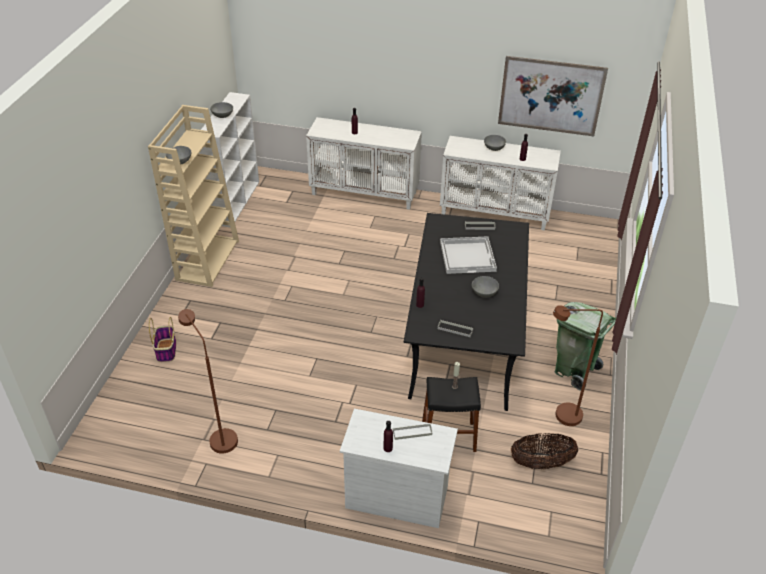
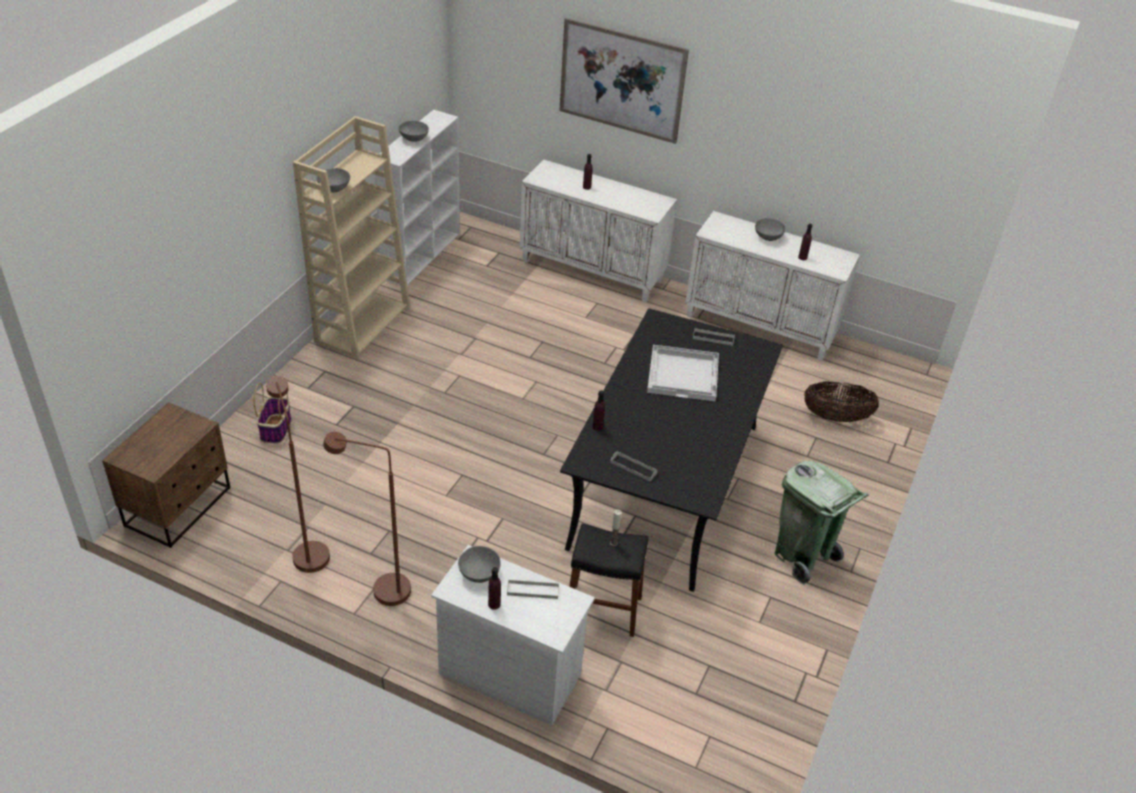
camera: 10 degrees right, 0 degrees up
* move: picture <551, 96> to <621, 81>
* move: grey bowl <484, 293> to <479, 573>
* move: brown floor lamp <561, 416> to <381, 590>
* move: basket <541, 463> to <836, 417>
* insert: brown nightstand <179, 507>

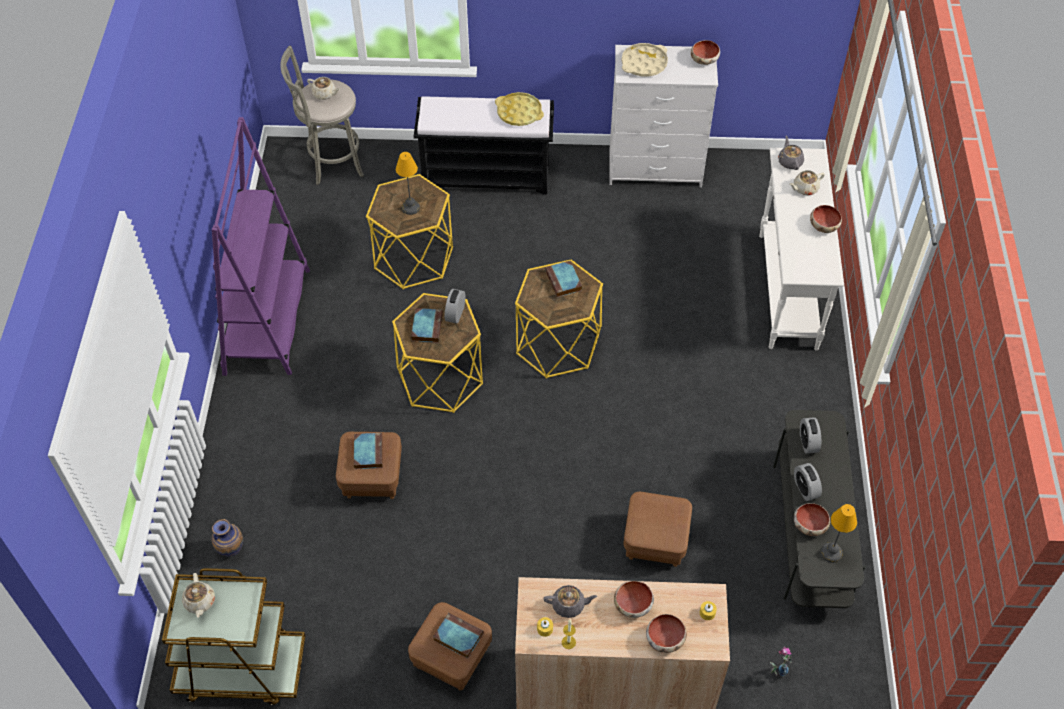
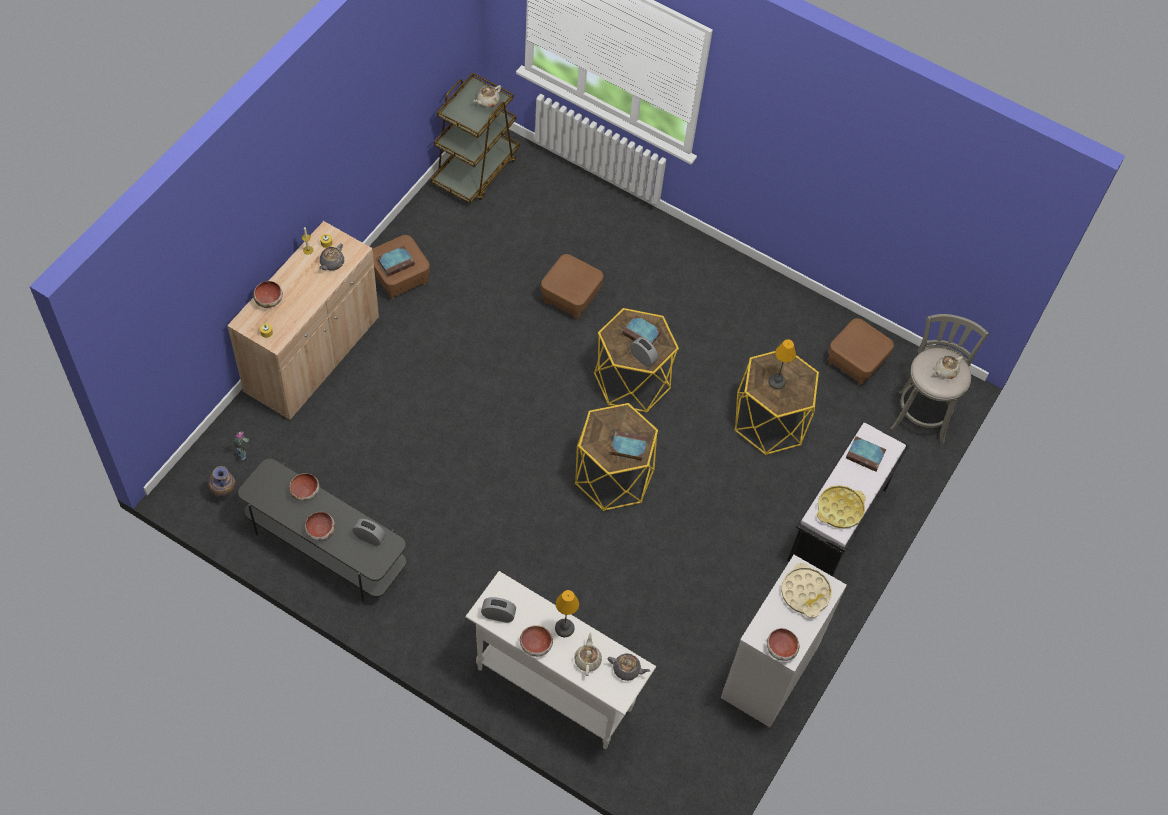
camera: 115 degrees right, 5 degrees up
* delete: purple bookcase <267, 321>
* move: book <368, 452> to <866, 455>
* move: alarm clock <805, 489> to <498, 615>
* move: brown ottoman <655, 541> to <855, 362>
* move: table lamp <831, 552> to <564, 628>
* move: vase <231, 550> to <225, 493>
* rotate: beige teapot <200, 602> = <487, 101> 60 degrees counterclockwise
* move: bowl <633, 604> to <321, 531>

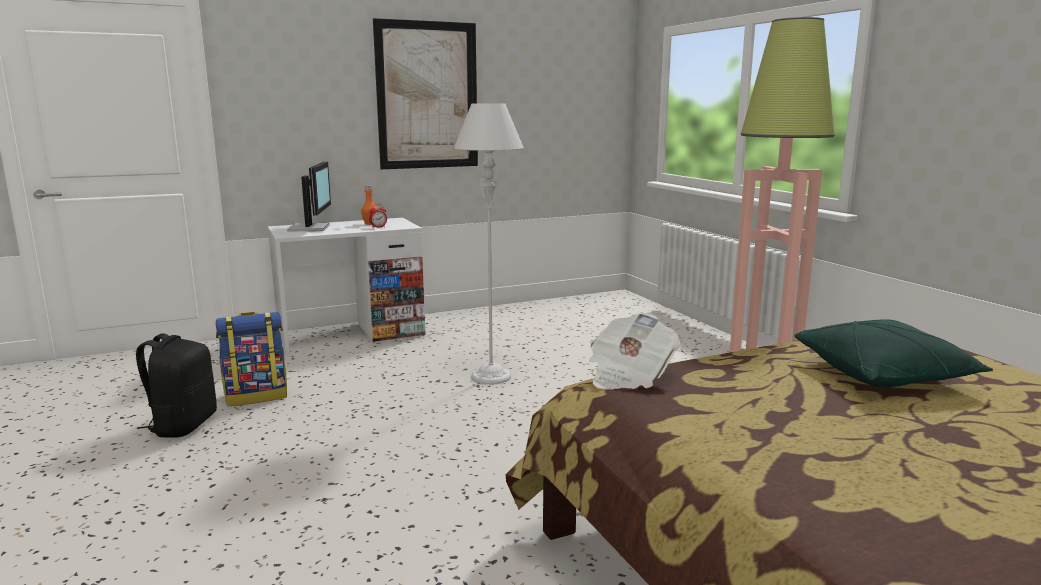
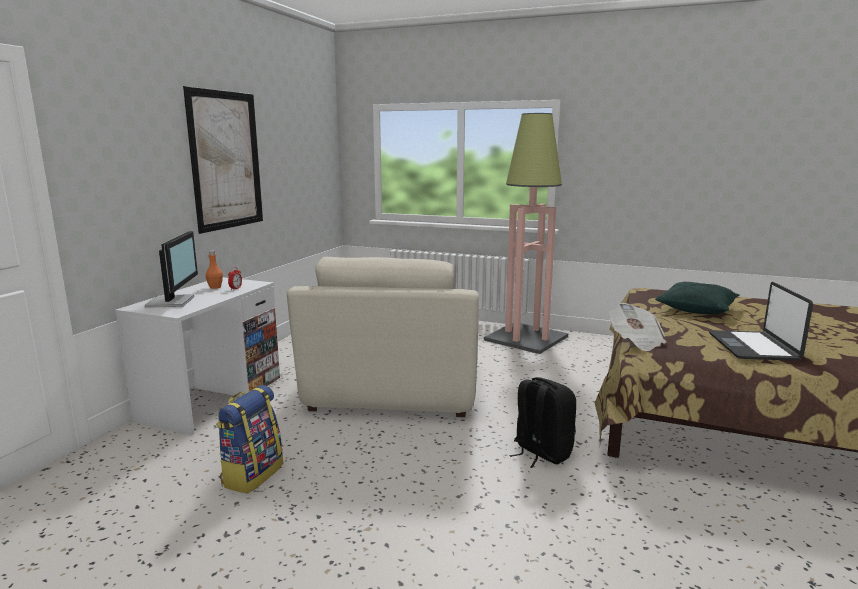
camera: 45 degrees left, 0 degrees up
* replace: grey floor lamp <491, 376> to beige armchair <394, 389>
* rotate: monitor <311, 228> = <173, 301> 45 degrees clockwise
* move: black backpack <182, 425> to <541, 453>
* insert: laptop <753, 347>

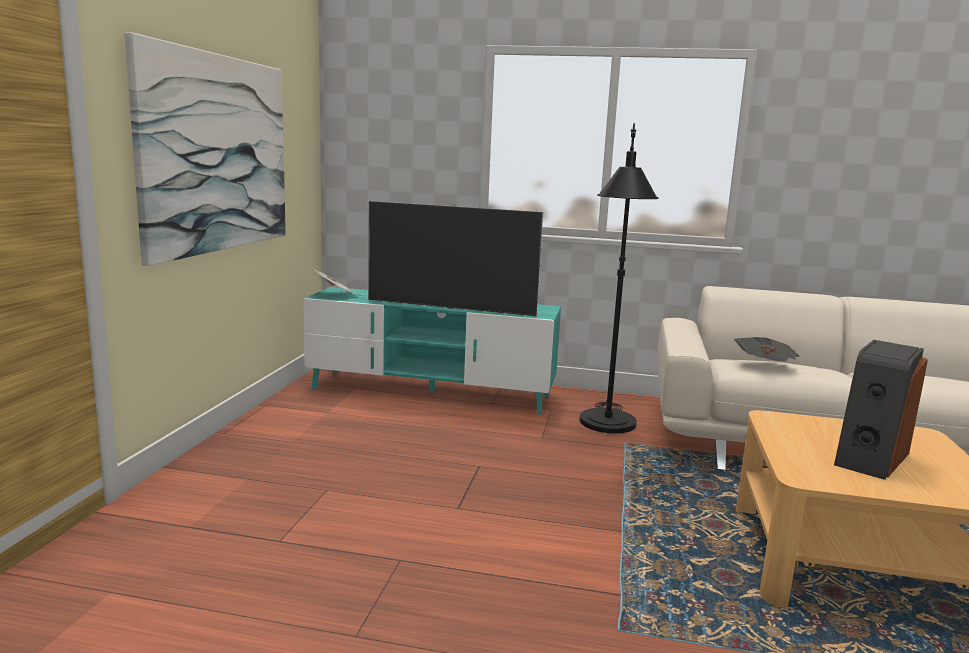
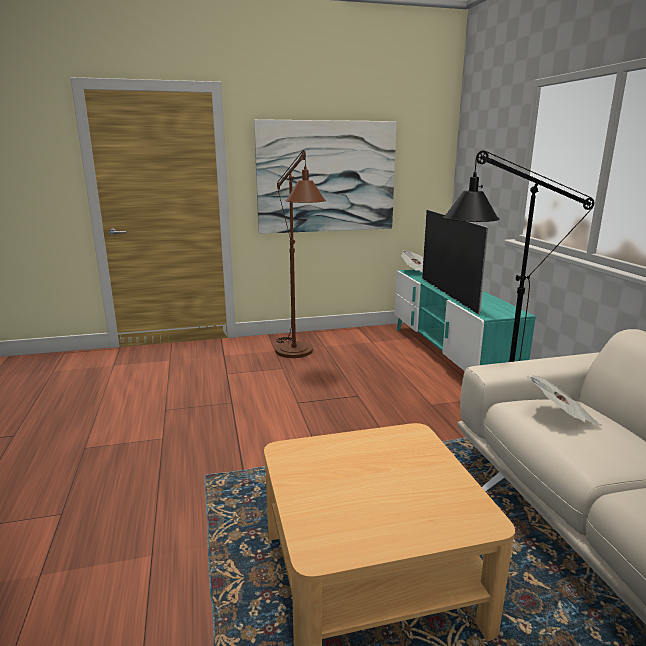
camera: 65 degrees right, 5 degrees up
* delete: speaker <870, 458>
* insert: brown floor lamp <297, 355>

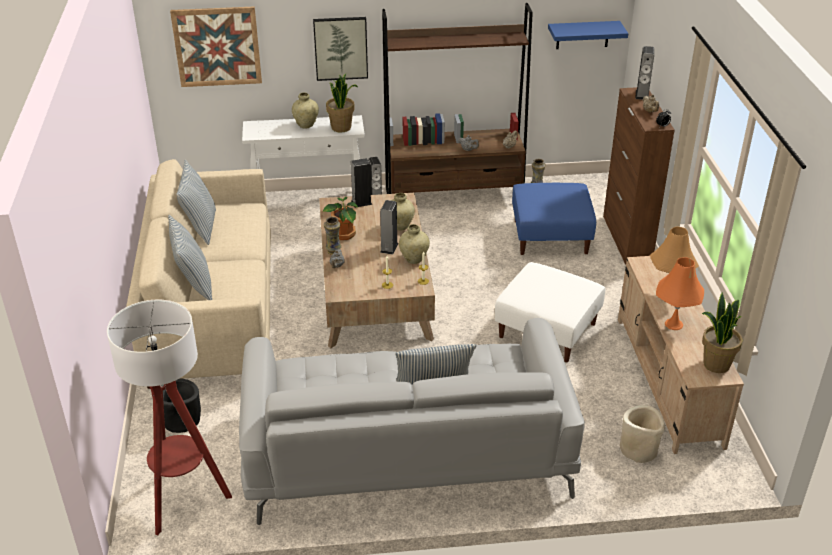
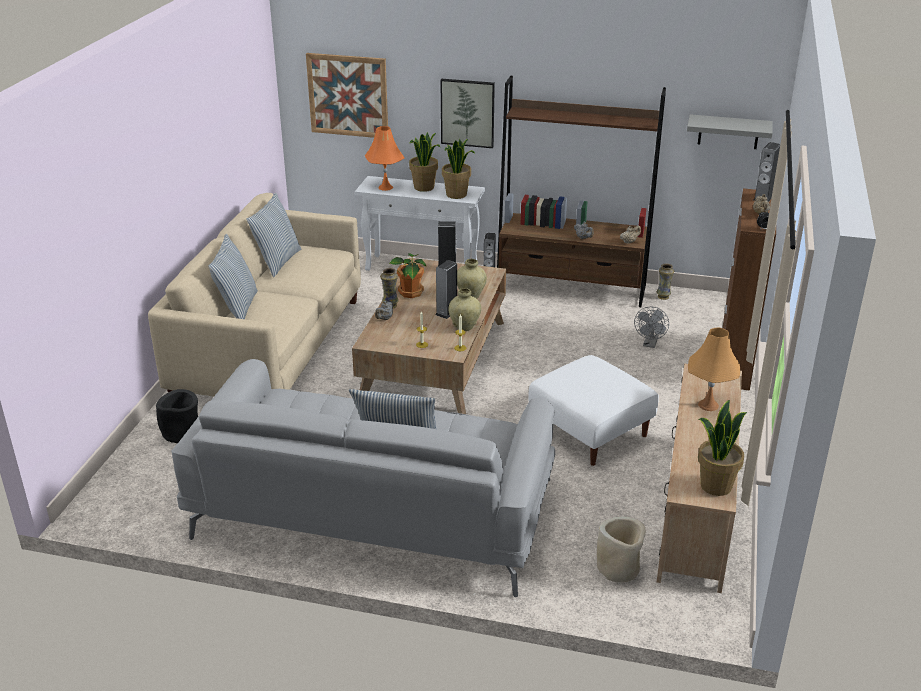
camera: 20 degrees right, 5 degrees down
* recolor: blue shelf <582, 35> to grey shelf <728, 132>
* replace: beige vase <306, 125> to potted plant <424, 187>
* replace: blue ottoman <550, 236> to grey fan <650, 344>
* move: orange table lamp <674, 324> to <386, 187>
* delete: floor lamp <184, 500>

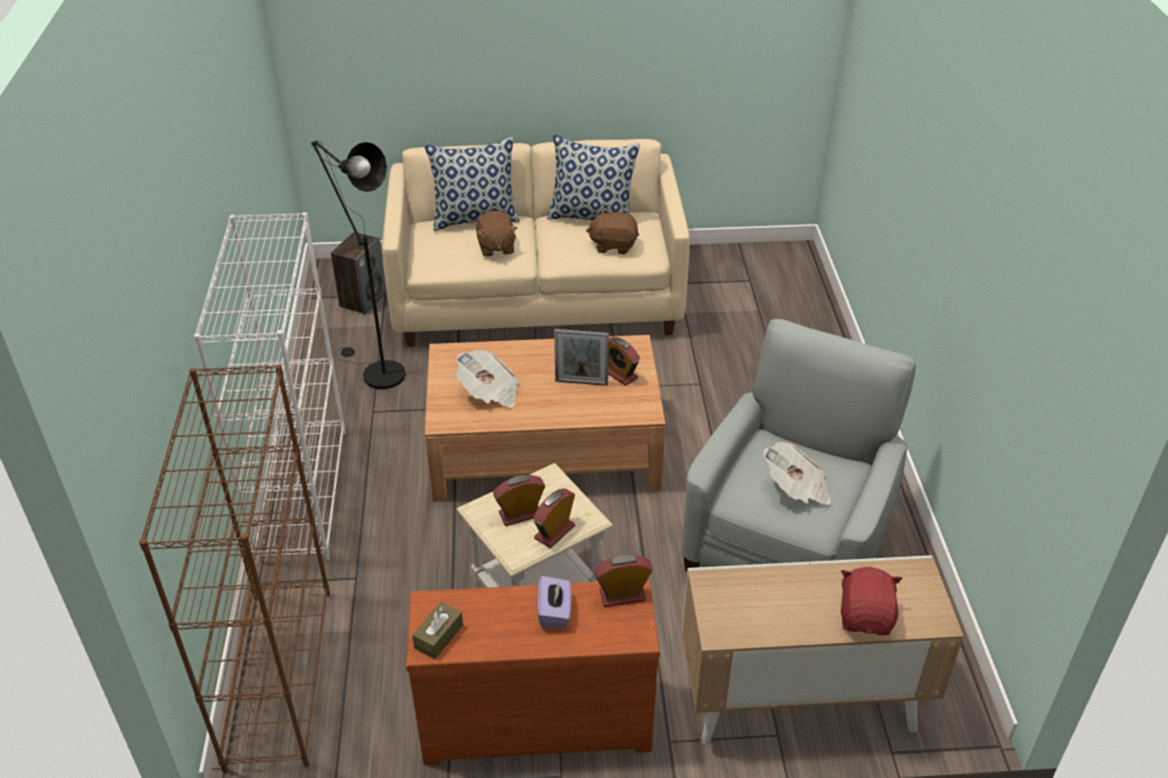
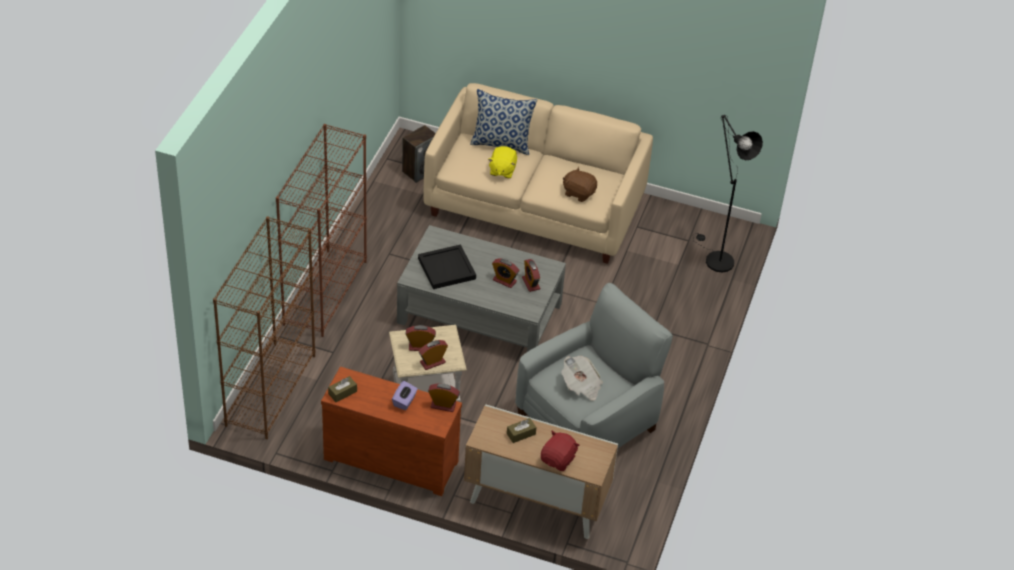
camera: 20 degrees right, 5 degrees up
* delete: pillow <592, 217>
* move: black floor lamp <377, 372> to <715, 258>
* recolor: brown plush toy <496, 247> to yellow plush toy <502, 170>
* recolor: white bookcase <302, 493> to brown bookcase <325, 292>
* replace: picture frame <581, 382> to alarm clock <504, 281>
* recolor: brown coffee table <546, 448> to grey coffee table <480, 313>
* replace: newspaper <489, 392> to black tray <447, 269>
* insert: brown tissue box <521, 434>

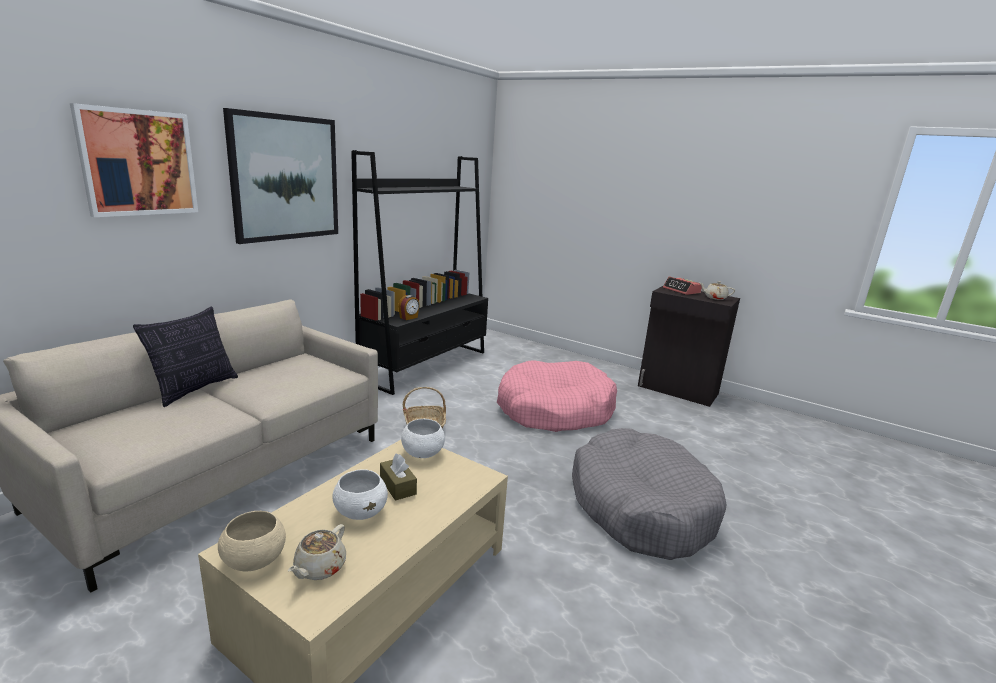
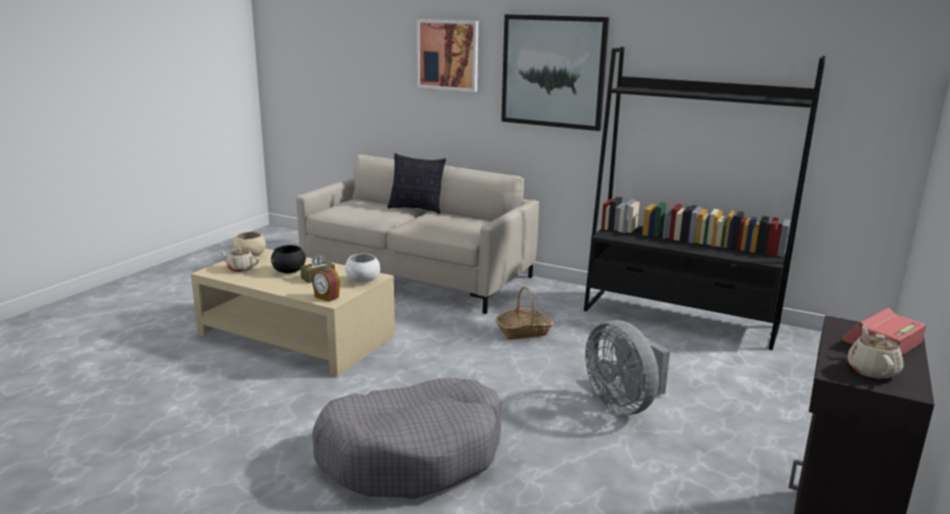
camera: 85 degrees right, 0 degrees up
* move: alarm clock <409, 318> to <326, 297>
* replace: pink dog bed <554, 410> to grey fan <623, 404>
* recolor: white bowl <361, 512> to black bowl <289, 271>

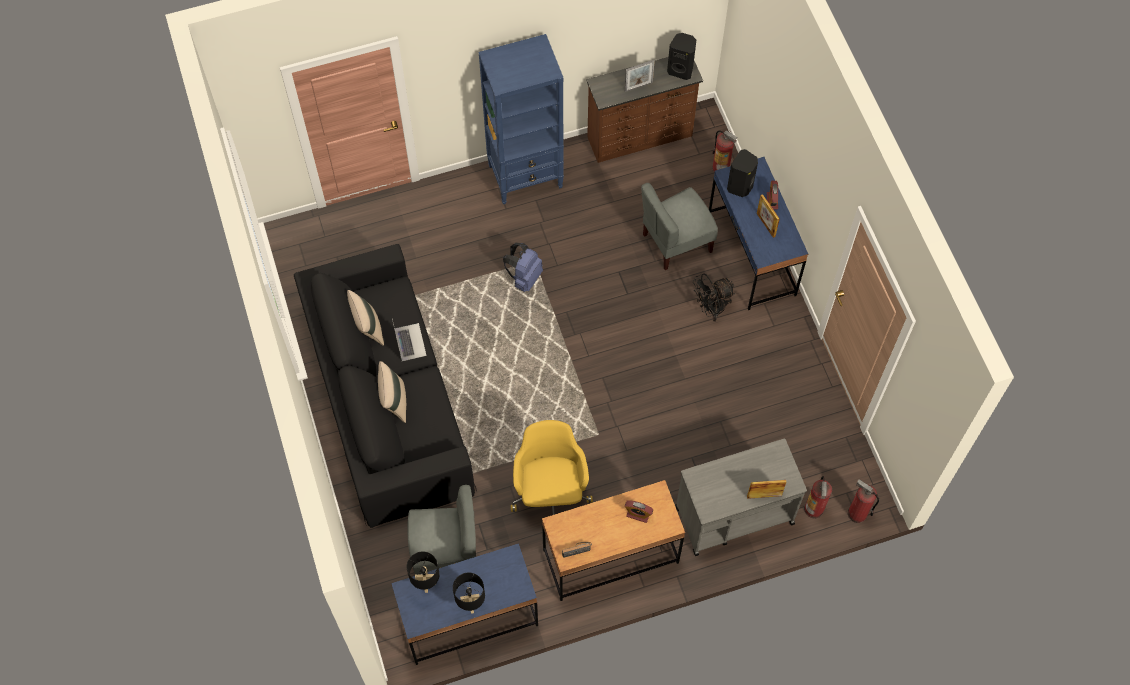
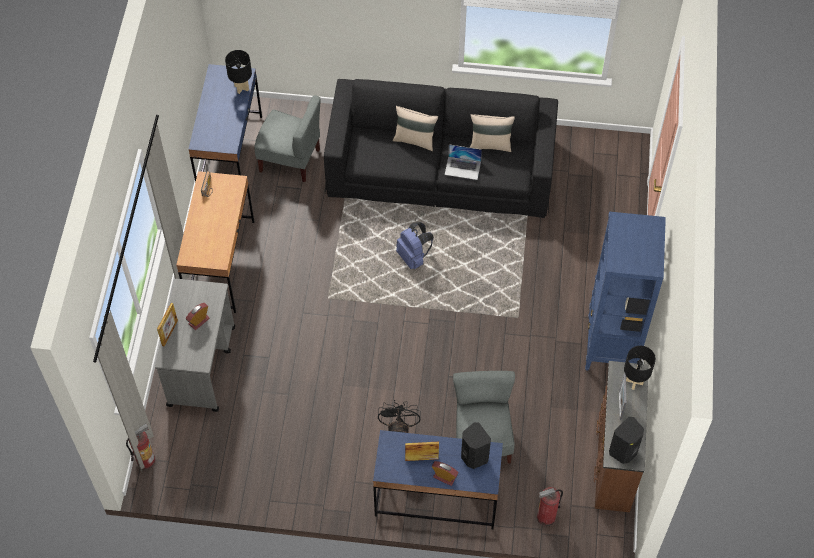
camera: 115 degrees right, 5 degrees down
* move: blue backpack <524, 277> to <413, 257>
* delete: yellow office chair <550, 492>
* delete: fire extinguisher <814, 509>
* rotate: grey chair <446, 552> = <290, 160> 90 degrees counterclockwise
* move: alarm clock <638, 514> to <199, 321>
* move: black table lamp <471, 604> to <634, 382>

